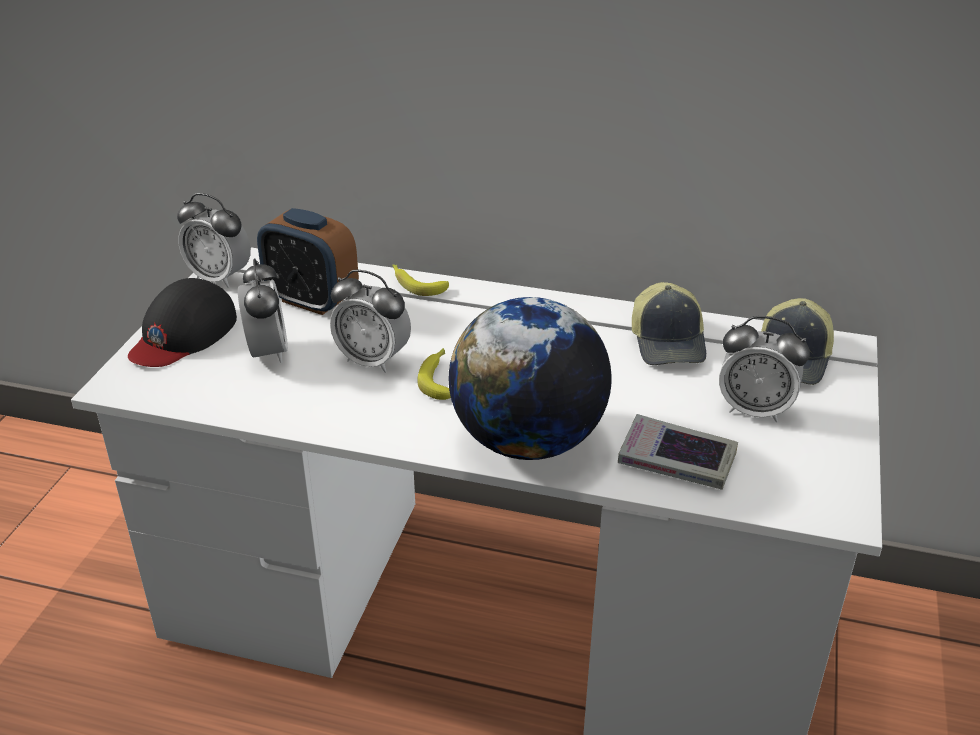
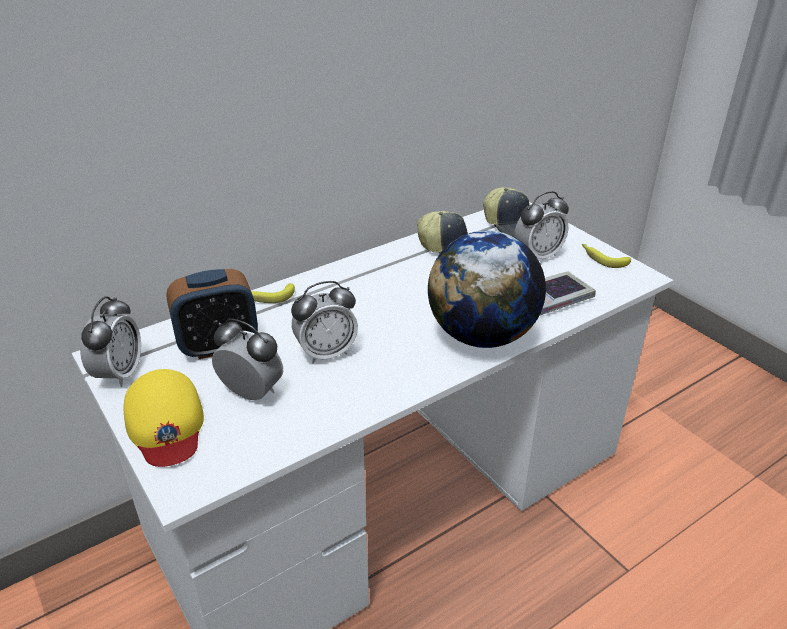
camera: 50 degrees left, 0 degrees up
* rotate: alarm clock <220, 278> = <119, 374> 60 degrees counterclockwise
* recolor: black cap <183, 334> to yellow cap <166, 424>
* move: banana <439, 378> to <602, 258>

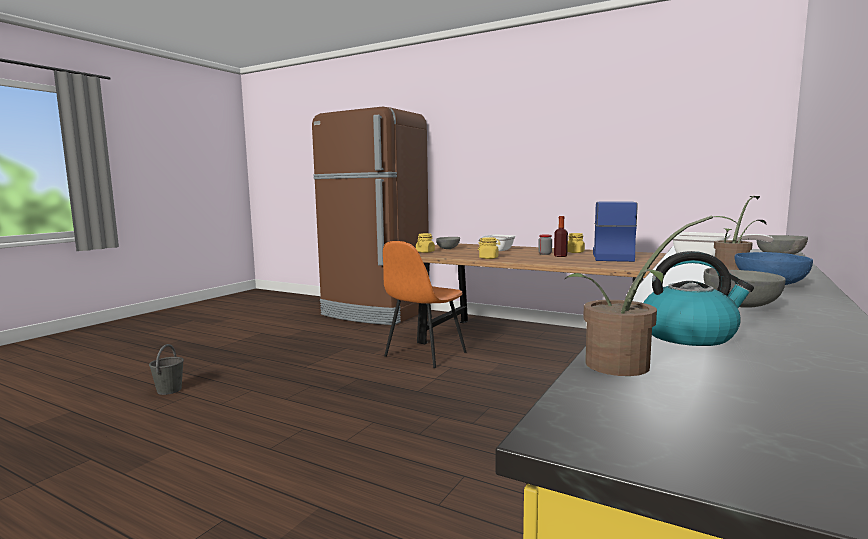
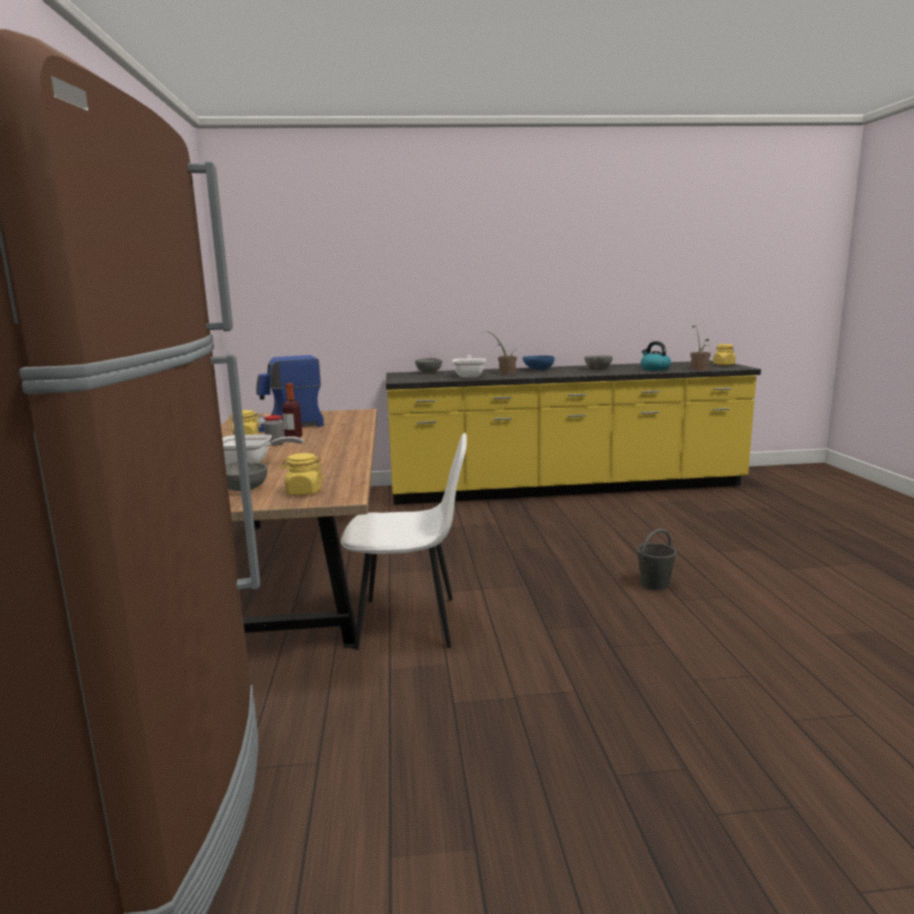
camera: 125 degrees left, 5 degrees up
* move: yellow jar <489, 258> to <723, 364>
* recolor: orange chair <424, 355> to white chair <410, 623>
* move: grey bucket <169, 390> to <654, 584>

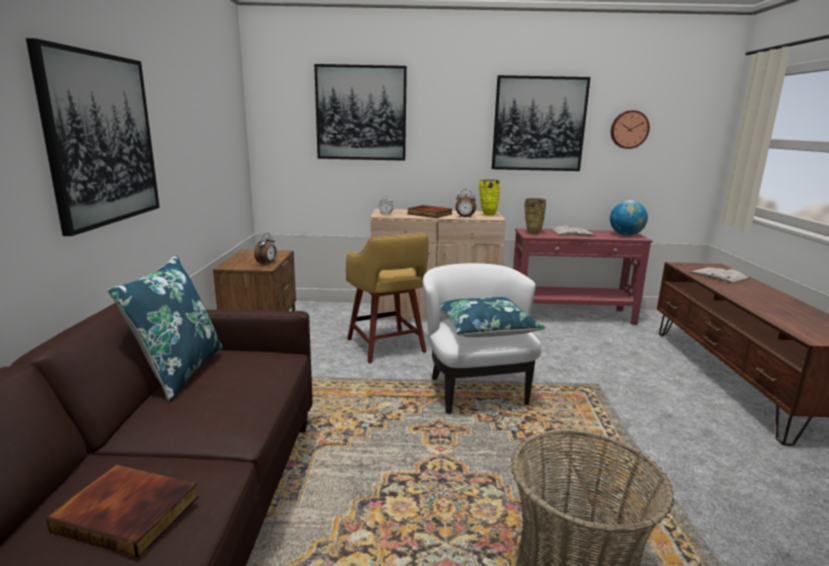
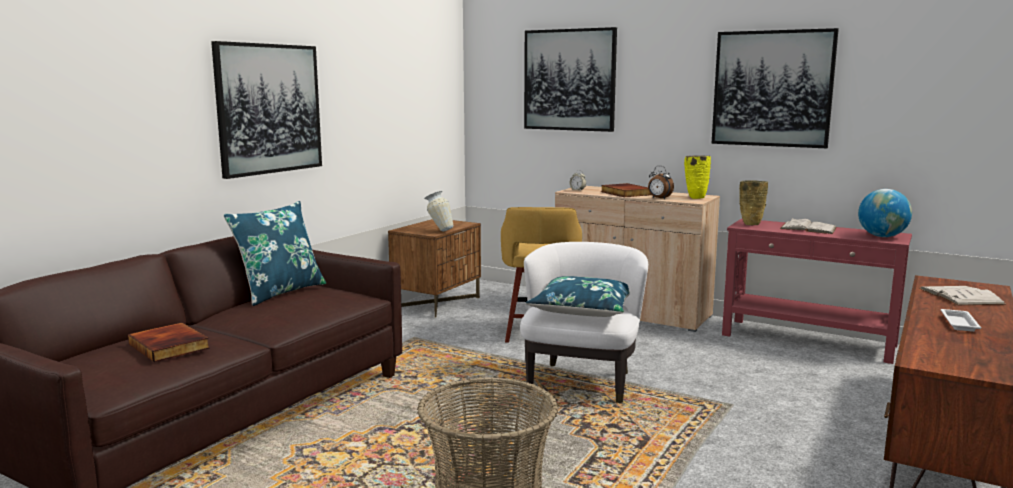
camera: 30 degrees right, 5 degrees down
* delete: wall clock <629, 129>
* replace: alarm clock <267, 263> to vase <439, 230>
* insert: white tray <959, 323>

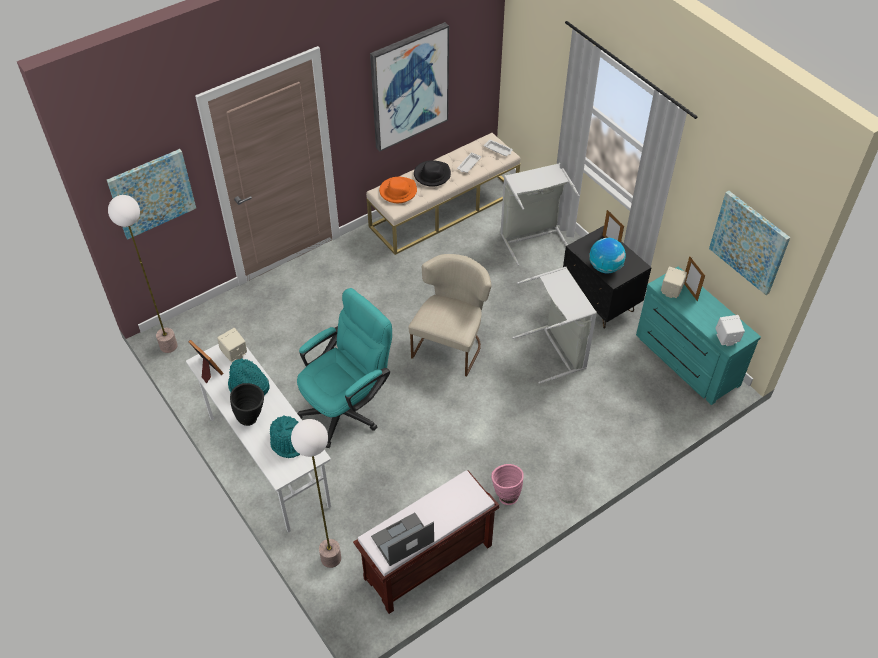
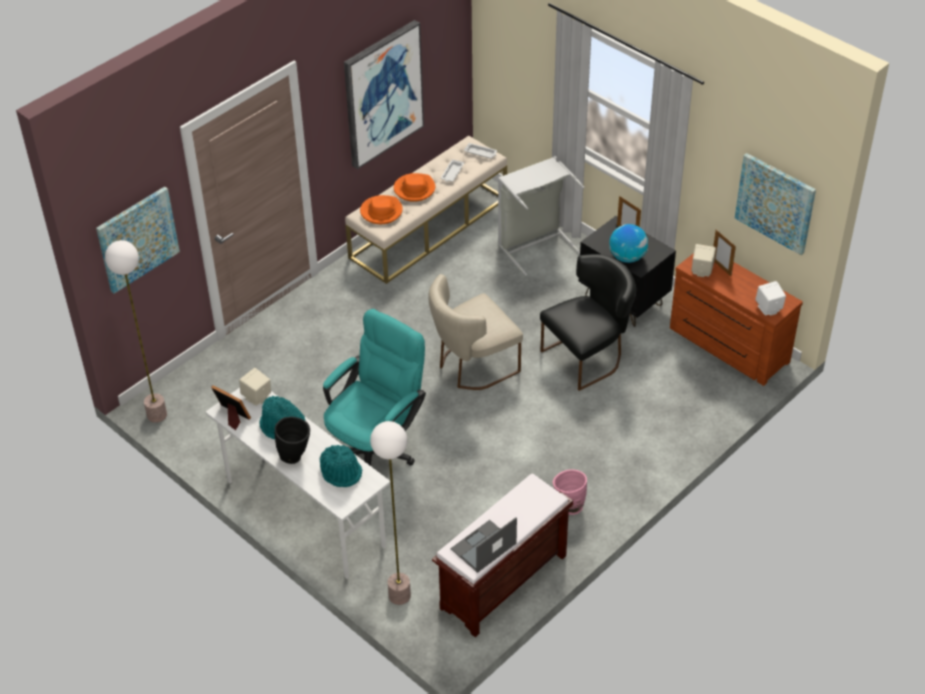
camera: 10 degrees left, 5 degrees down
* recolor: black hat <432, 175> to orange hat <414, 189>
* rotate: beige chair <451, 344> = <472, 366> 135 degrees counterclockwise
* recolor: turquoise dresser <685, 361> to brown dresser <727, 346>
* replace: grey laundry basket <556, 351> to black chair <588, 356>

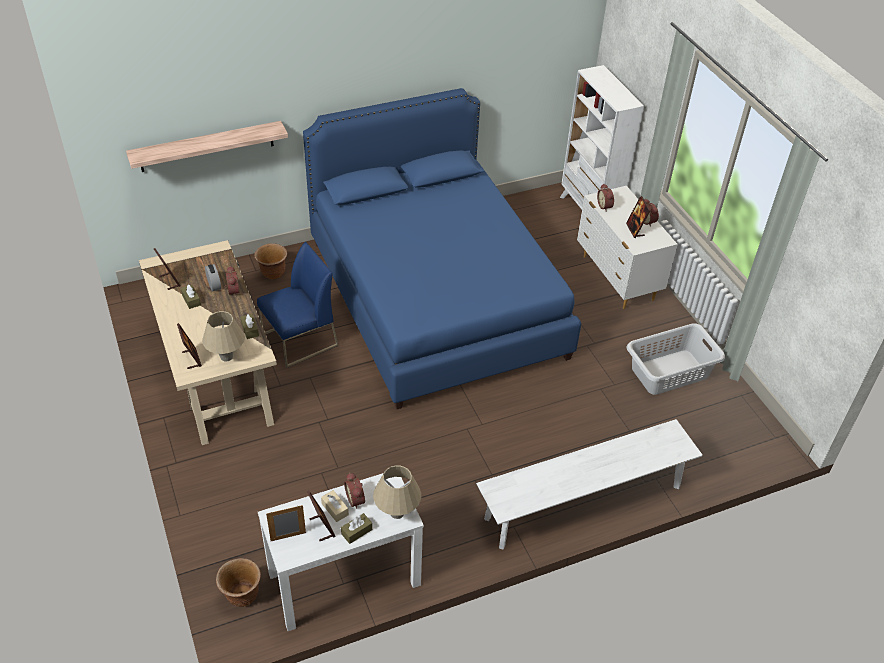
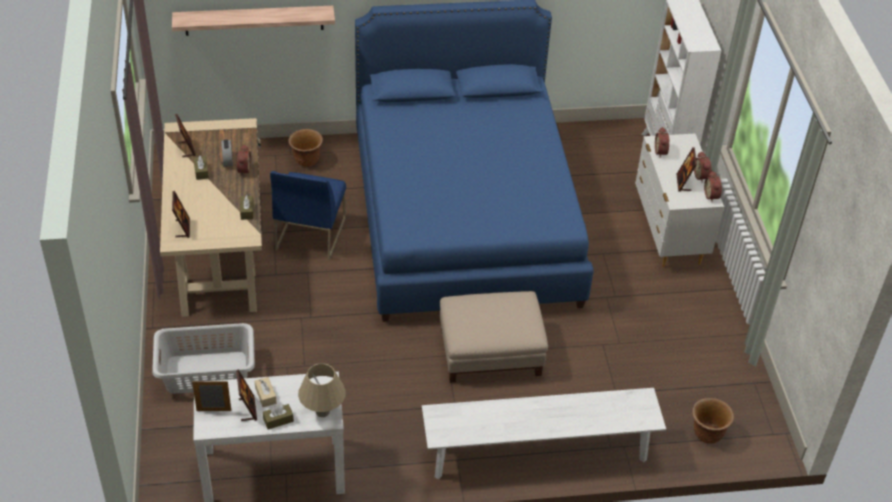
camera: 15 degrees right, 0 degrees up
* rotate: blue chair <299, 340> = <310, 234> 120 degrees clockwise
* delete: beige table lamp <226, 357>
* move: grey laundry basket <670, 372> to <207, 373>
* move: alarm clock <356, 499> to <712, 196>
* move: brown planter <242, 595> to <707, 434>
* insert: beige ottoman <491, 351>

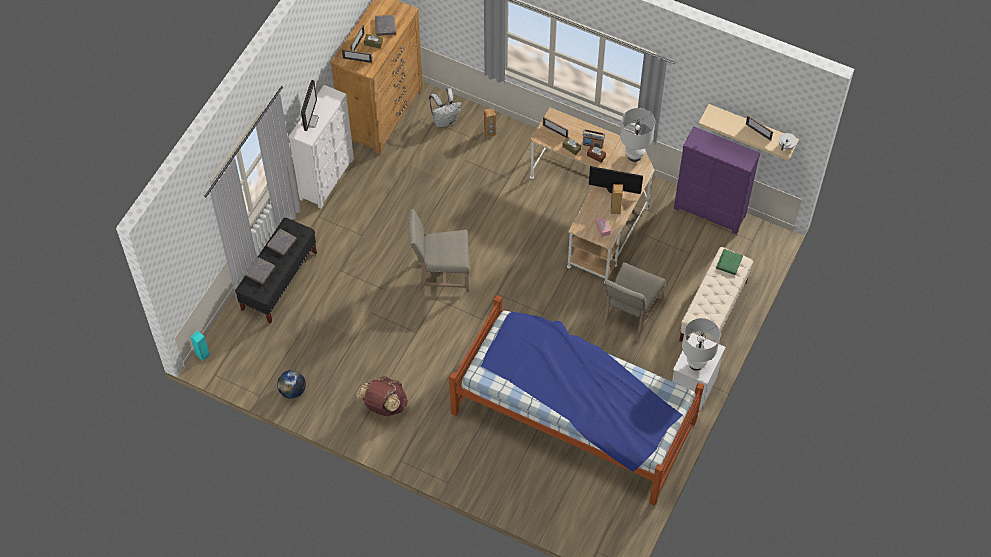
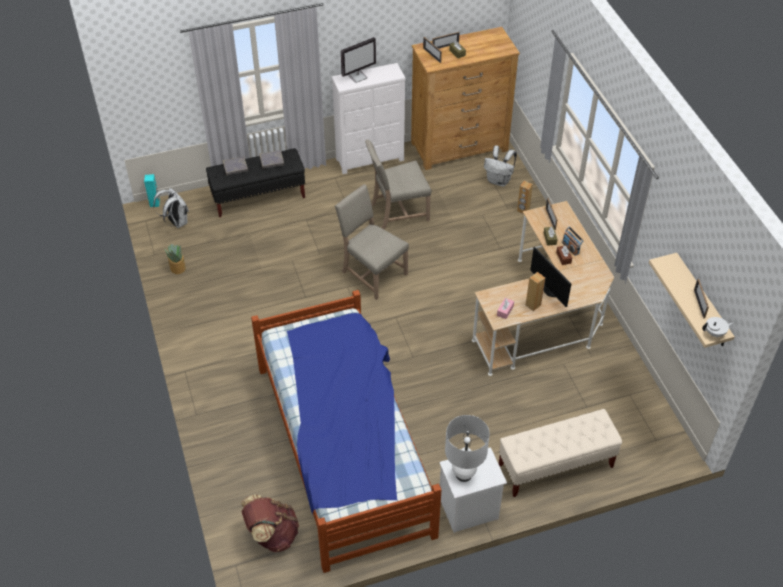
camera: 45 degrees right, 10 degrees down
* delete: grey book <385, 26>
* delete: white table lamp <634, 156>
* delete: purple dresser <709, 213>
* delete: green book <729, 263>
* move: beige chair <629, 315> to <397, 212>
* replace: globe <292, 391> to potted plant <177, 268>
* move: brown backpack <384, 405> to <272, 534>
* insert: white backpack <176, 222>

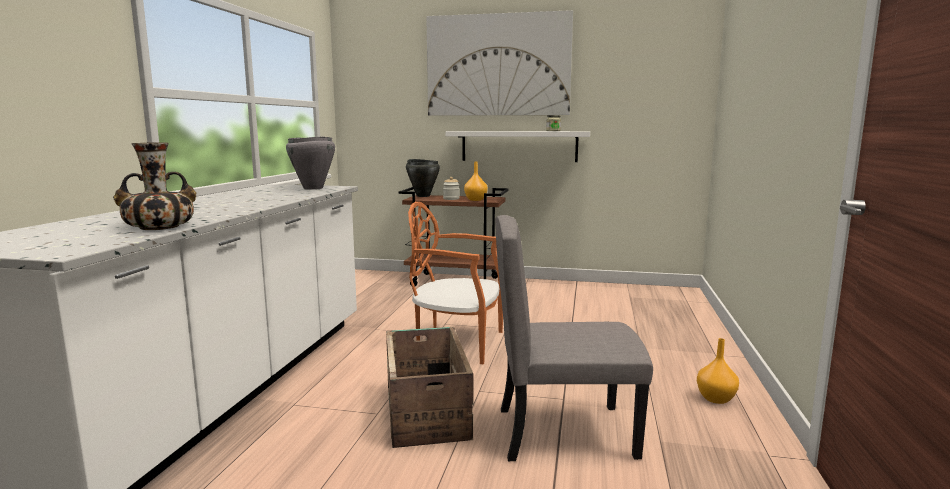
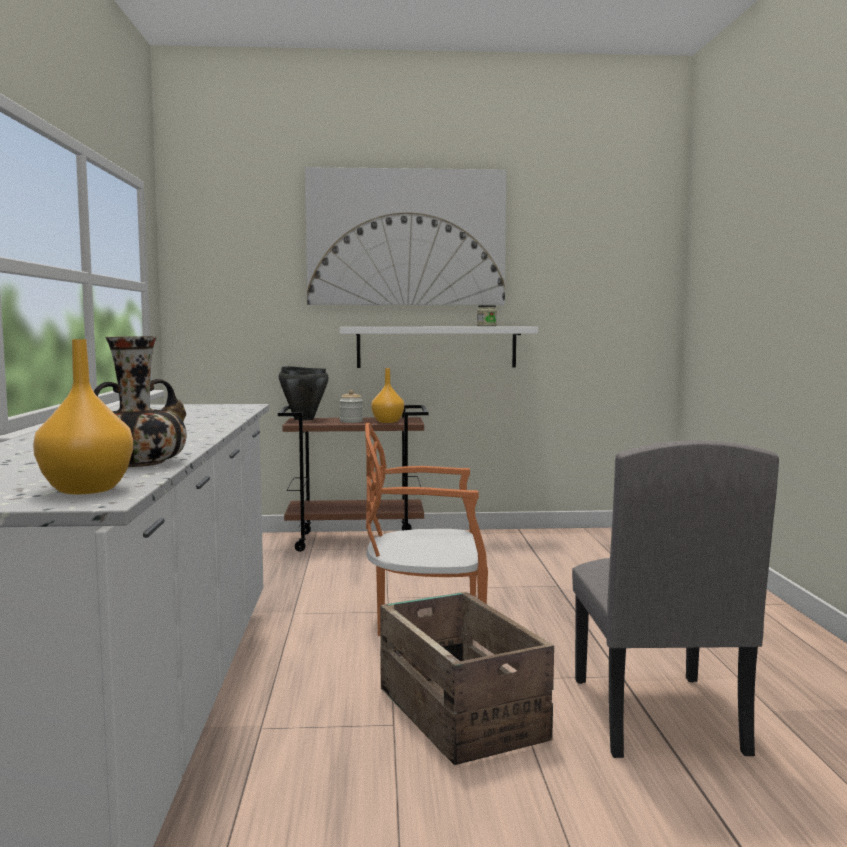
camera: 15 degrees left, 5 degrees down
* delete: grey cooking pot <313, 188>
* rotate: grey chair <564, 431> = <655, 715> 75 degrees counterclockwise
* move: orange vase <715, 399> to <84, 489>

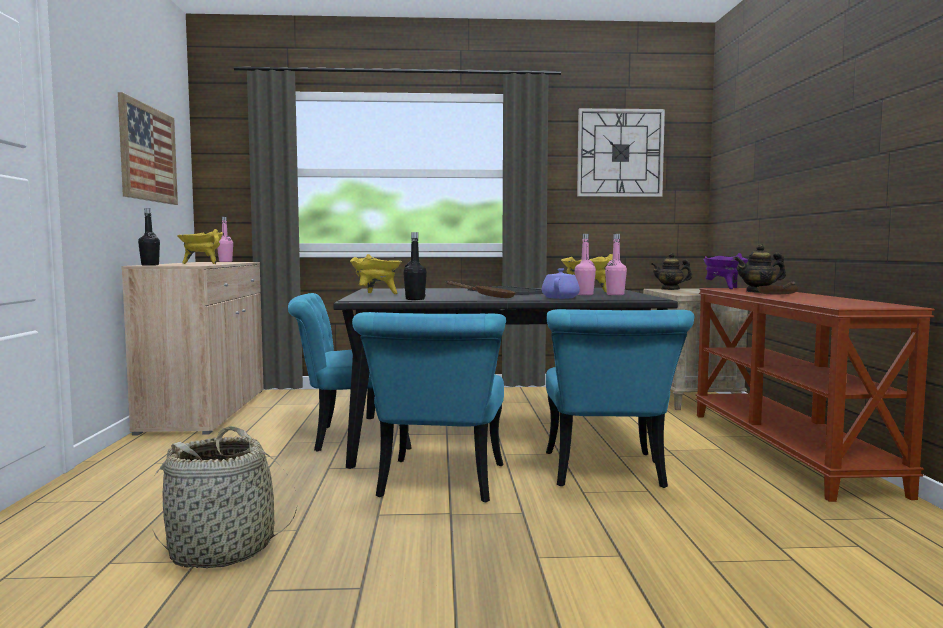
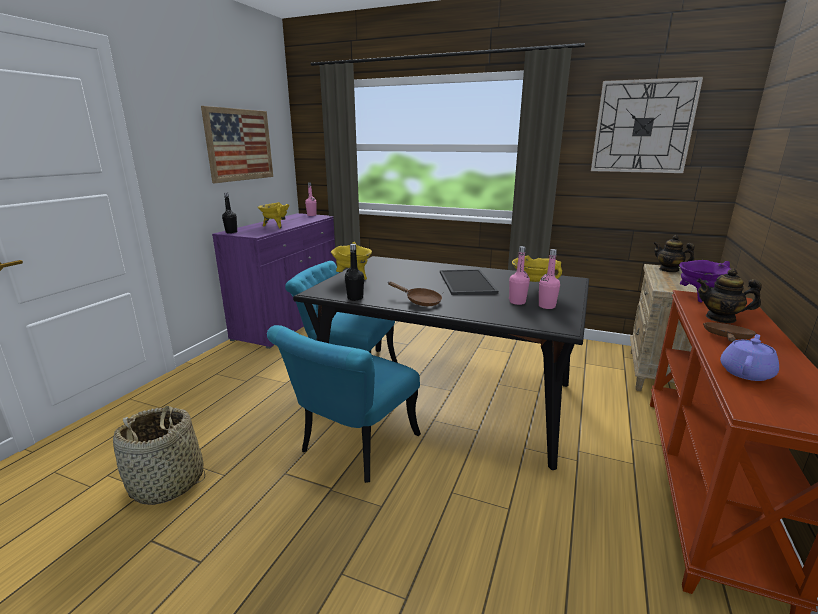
camera: 25 degrees right, 15 degrees up
* recolor: beige cabinet <207, 410> to purple cabinet <290, 321>
* move: purple teapot <560, 298> to <746, 372>
* delete: turquoise chair <606, 474>

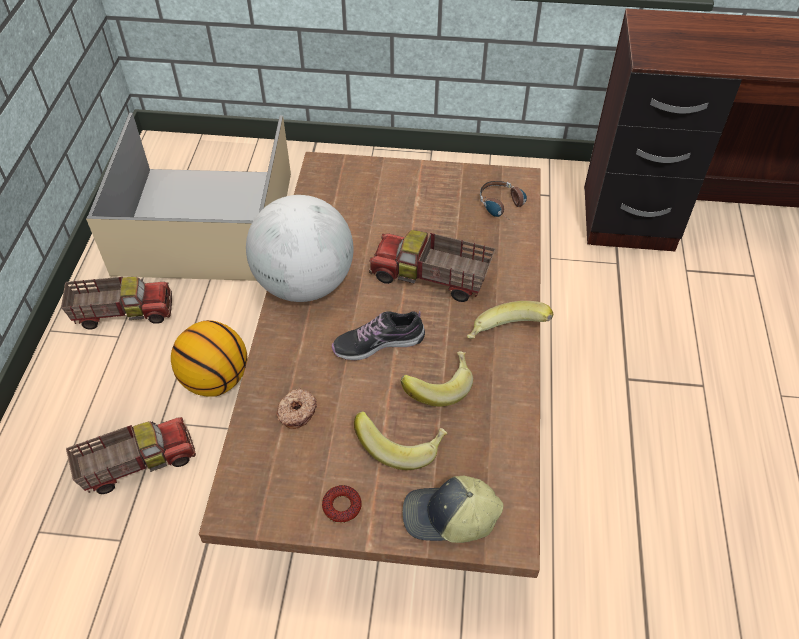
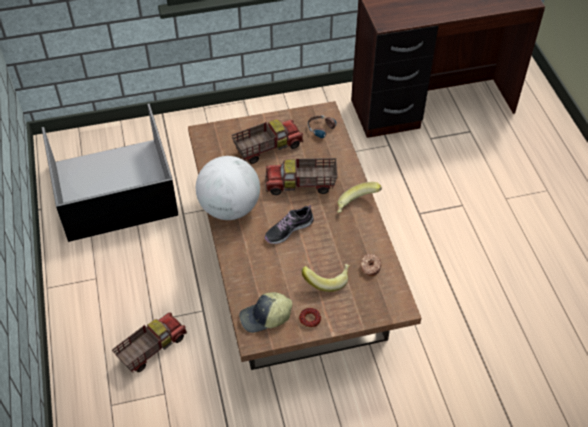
camera: 20 degrees left, 0 degrees up
* recolor: beige storage box <208, 222> to black storage box <116, 188>
* move: toy truck <123, 312> to <267, 148>
* delete: basketball <216, 379>
* delete: banana <437, 386>
* move: donut <296, 412> to <370, 267>
* move: cap <449, 518> to <265, 317>

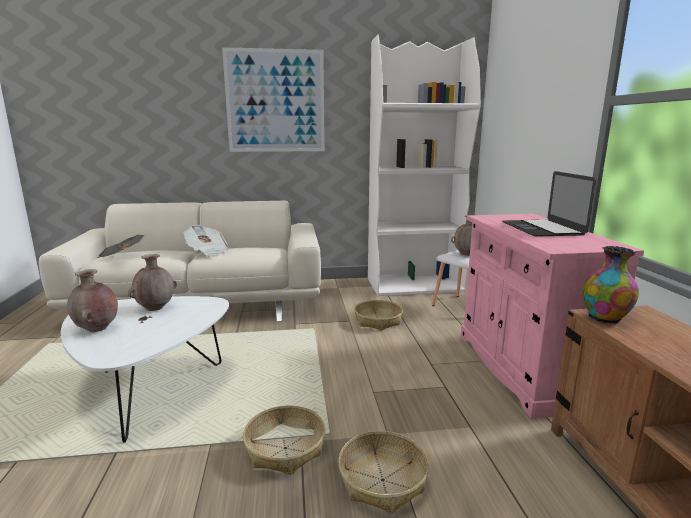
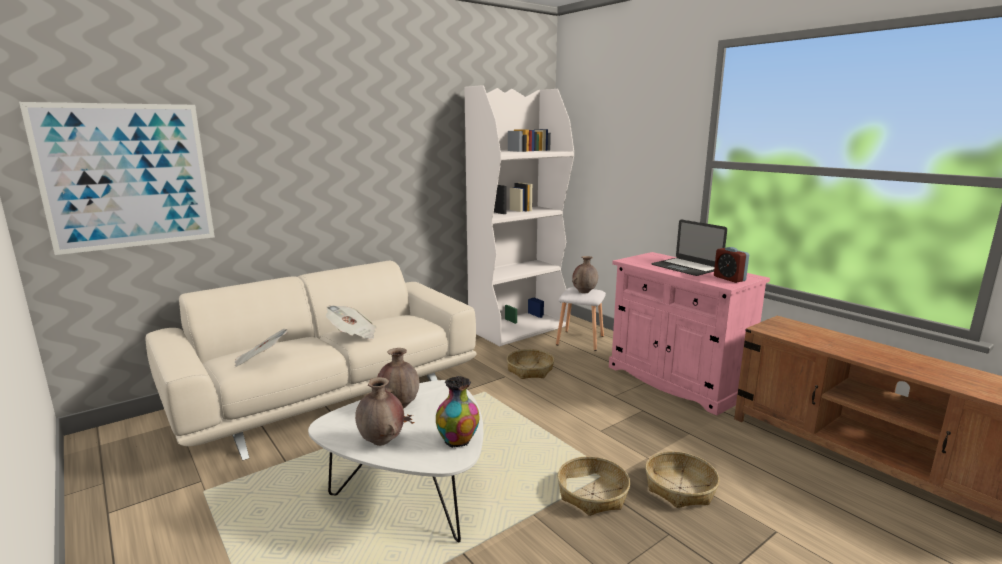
camera: 30 degrees left, 0 degrees up
* move: picture <275, 101> to <127, 176>
* move: vase <605, 319> to <458, 441>
* insert: alarm clock <729, 279>

